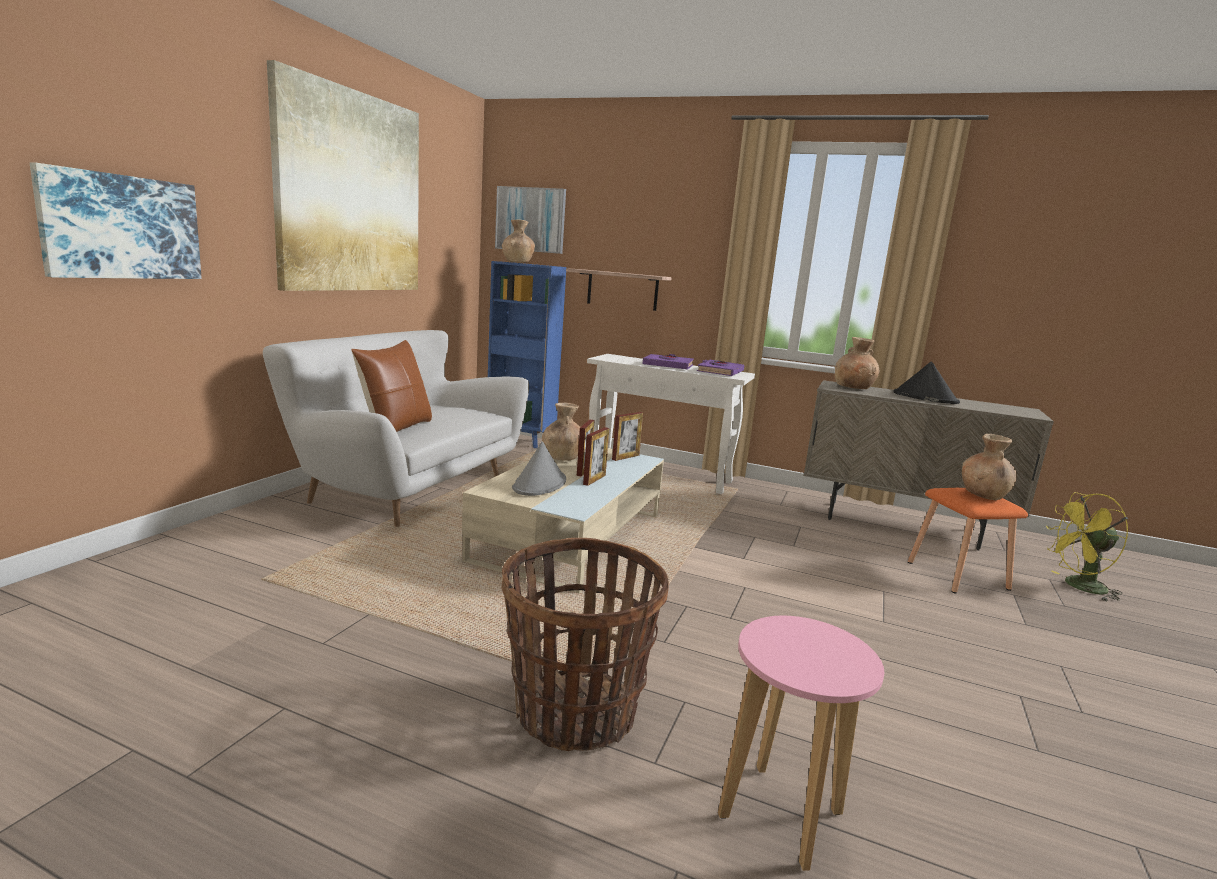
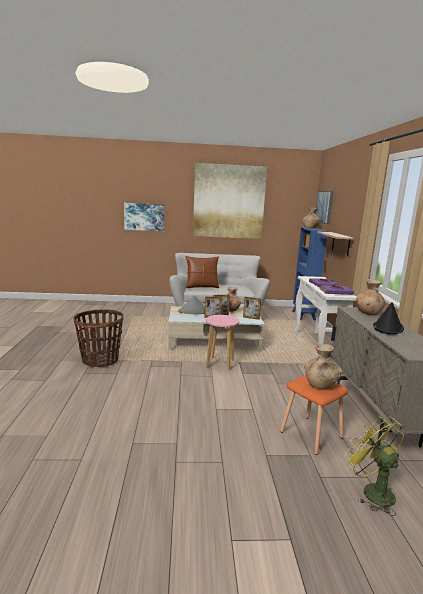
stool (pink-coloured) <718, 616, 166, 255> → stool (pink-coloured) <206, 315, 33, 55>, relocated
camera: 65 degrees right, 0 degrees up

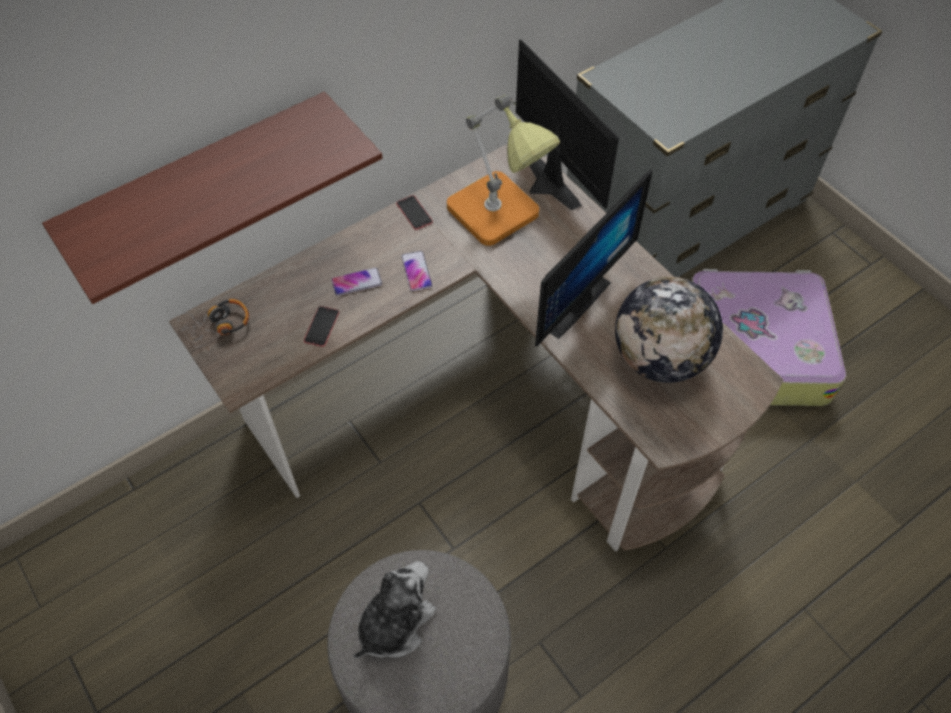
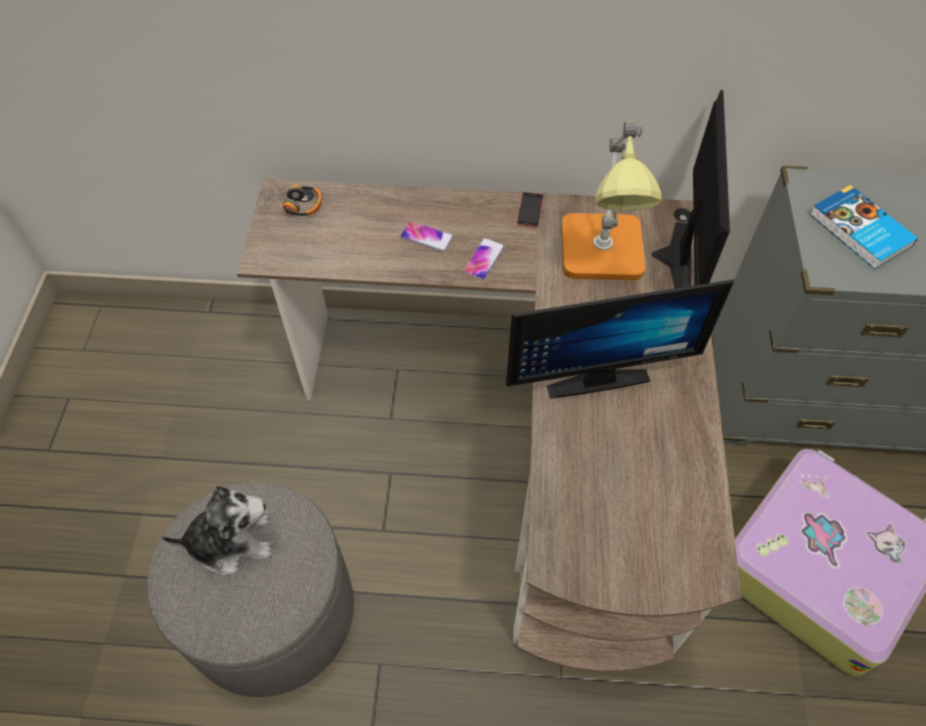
- → book <809, 185, 109, 84>
shelf <42, 92, 341, 212> → -
handset <304, 306, 35, 41> → -
globe <615, 277, 108, 106> → -
camera: 40 degrees right, 0 degrees up

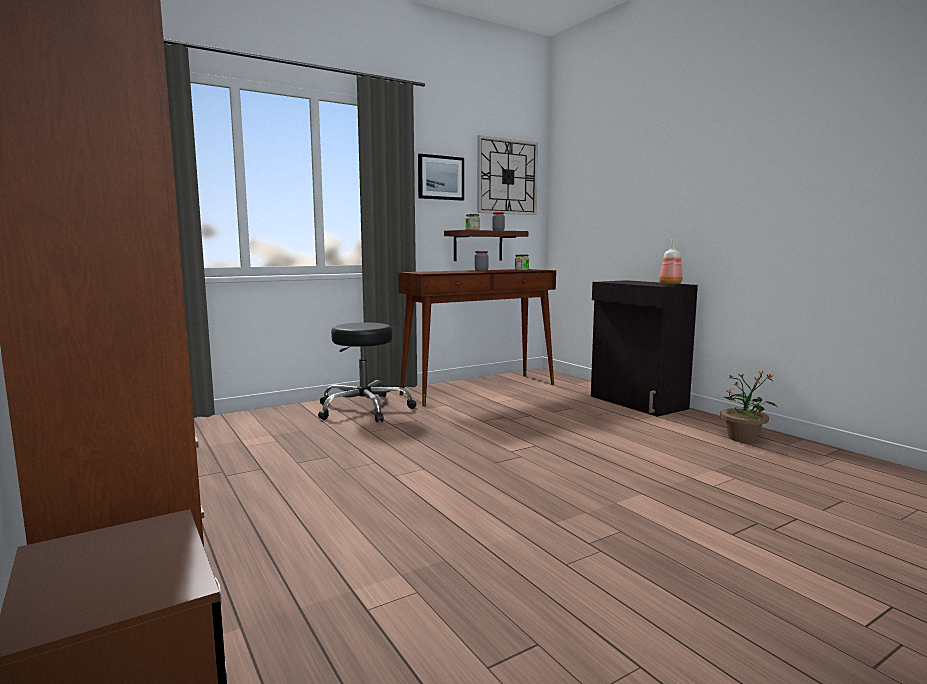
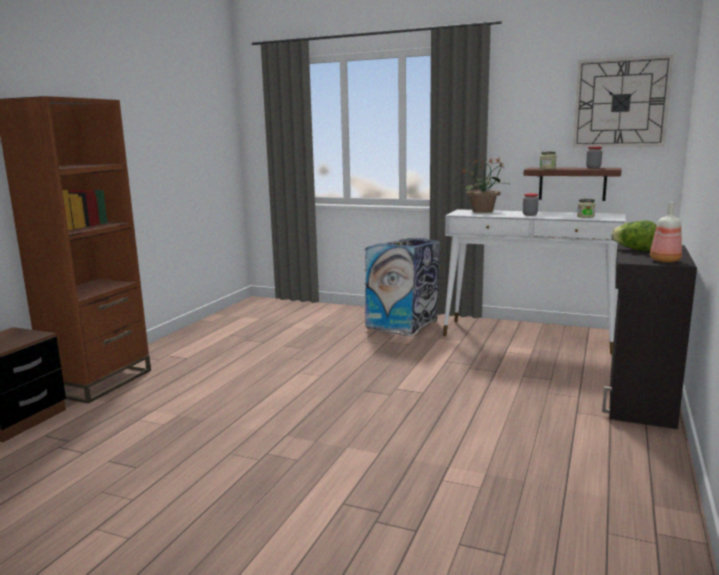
stool (black) <318, 323, 99, 99> → waste bin <365, 238, 75, 98>
console table (brown-coloured) <398, 269, 158, 137> → console table (white) <443, 209, 183, 145>
potted plant <720, 371, 58, 72> → potted plant <460, 158, 49, 55>, relocated
- → lettuce <611, 221, 46, 30>
wall picture <418, 154, 46, 47> → -
camera: 55 degrees right, 5 degrees up

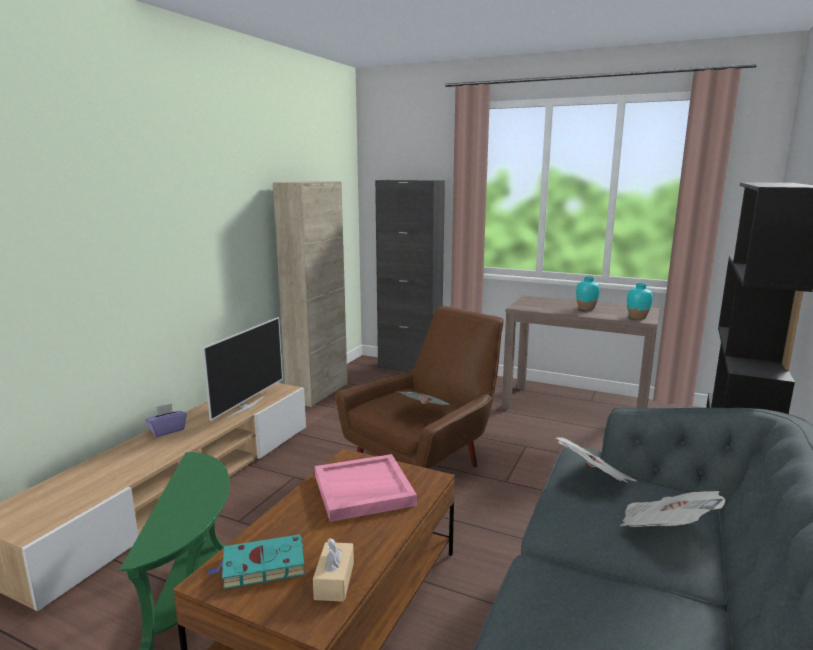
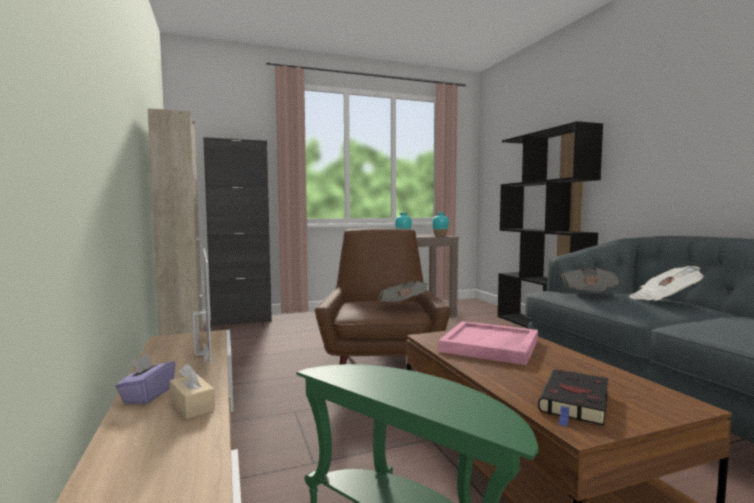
box of tissues (beige) <313, 538, 41, 64> → box of tissues (beige) <170, 364, 45, 55>, relocated
book (blue-green) <208, 534, 97, 55> → book (black) <538, 369, 70, 58>
camera: 45 degrees left, 10 degrees down

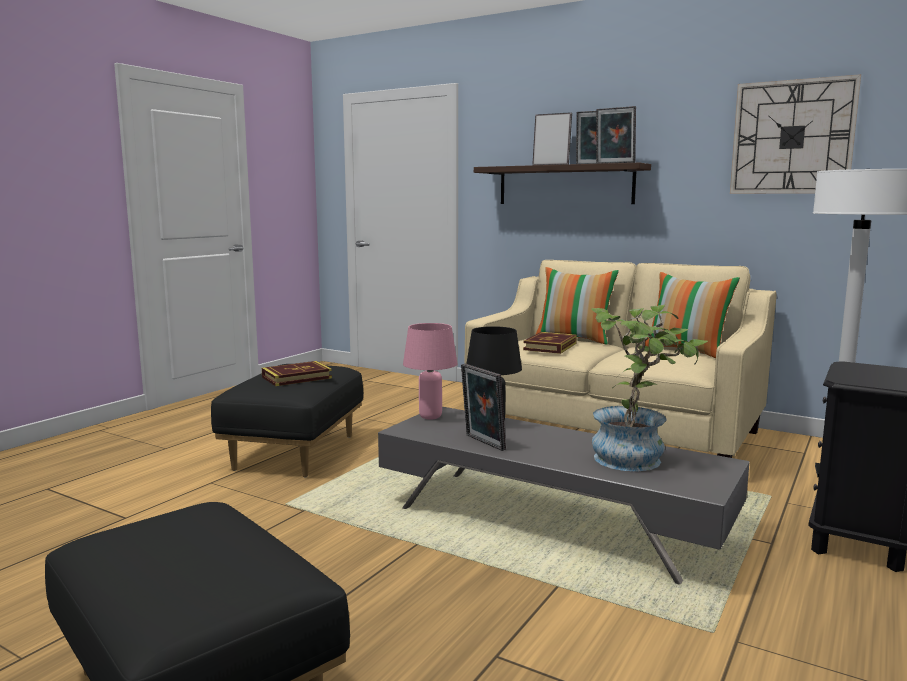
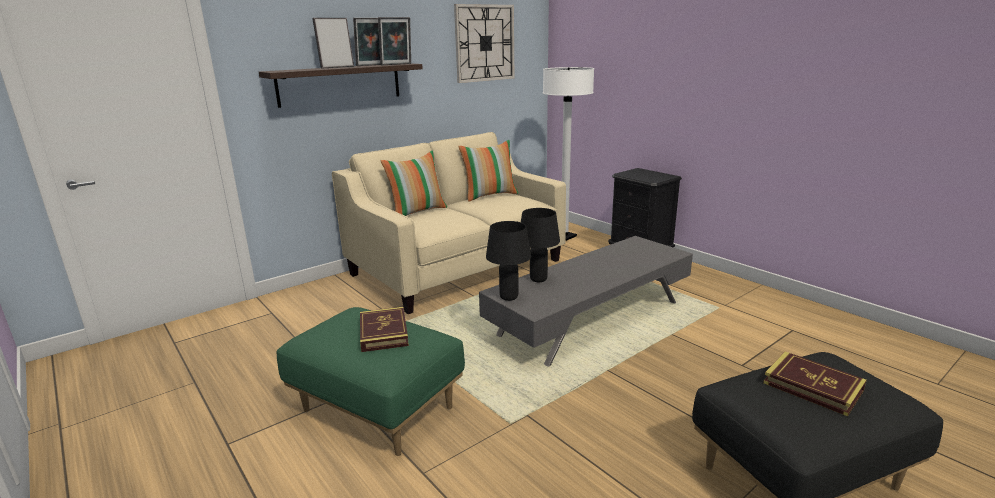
ottoman (black) <211, 364, 152, 113> → ottoman (greenish) <277, 307, 188, 149>
table lamp (pink-coloured) <403, 323, 55, 97> → table lamp (black) <486, 221, 45, 80>
book <523, 332, 54, 22> → book <763, 352, 104, 64>, relocated
photo frame <461, 364, 45, 87> → -
potted plant <591, 305, 117, 166> → -
camera: 70 degrees left, 10 degrees up

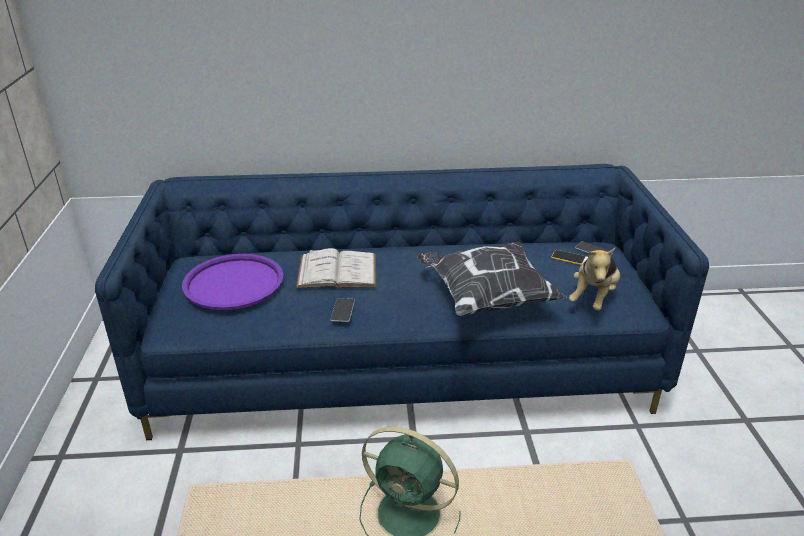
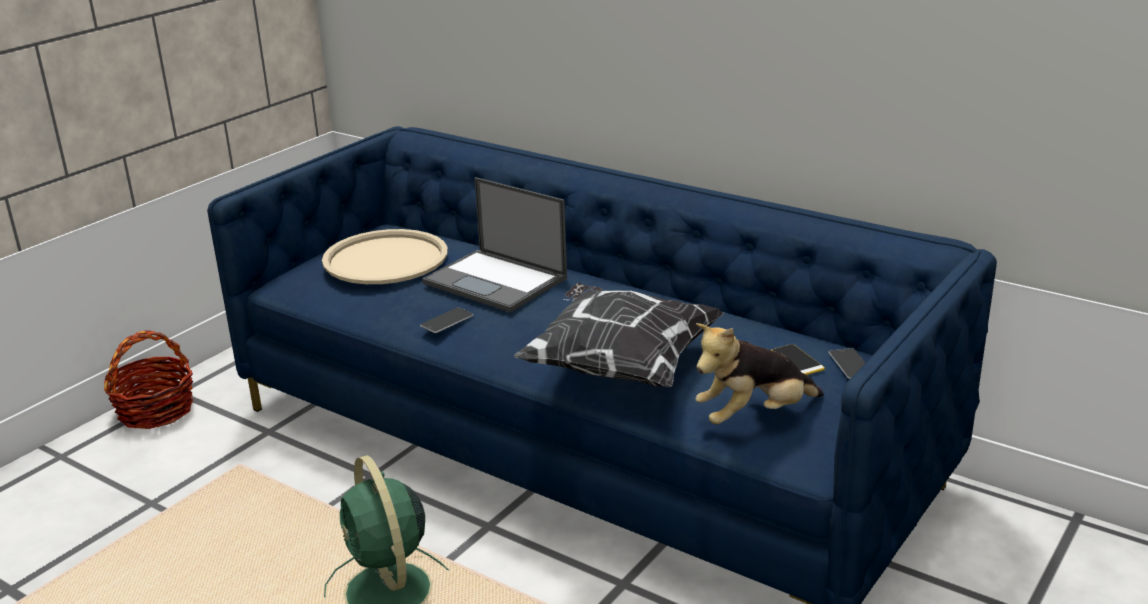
- → storage basket <104, 331, 89, 98>
serving tray (purplish) <182, 254, 102, 56> → serving tray (beige) <322, 229, 126, 55>
book (white) <296, 248, 80, 40> → portable computer <422, 177, 145, 135>
camera: 40 degrees right, 5 degrees down

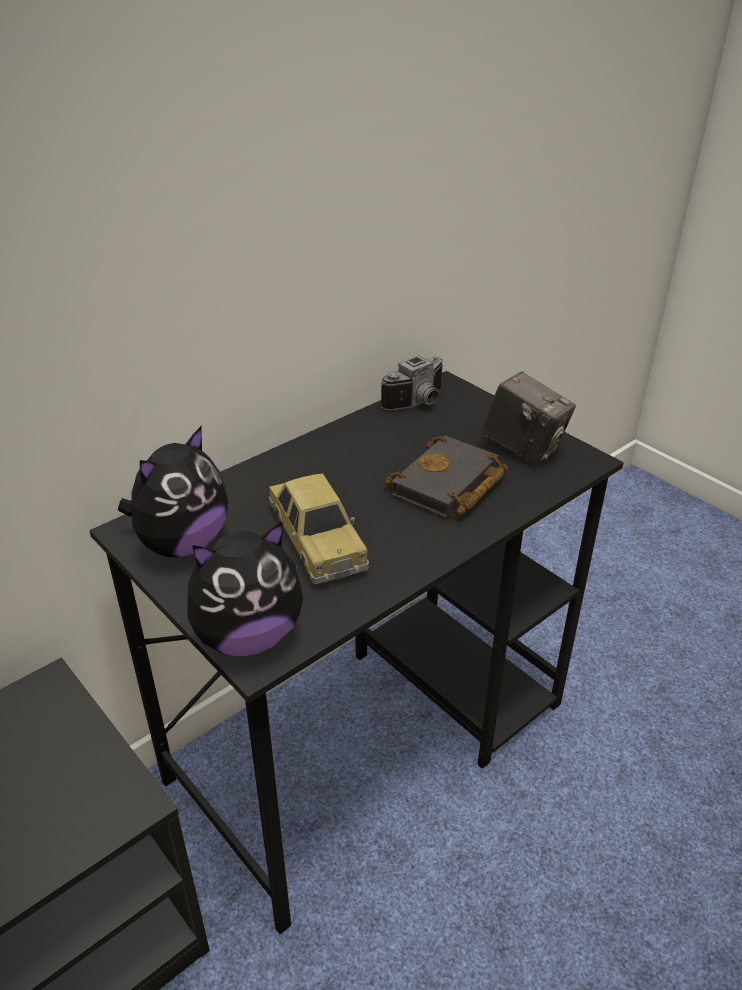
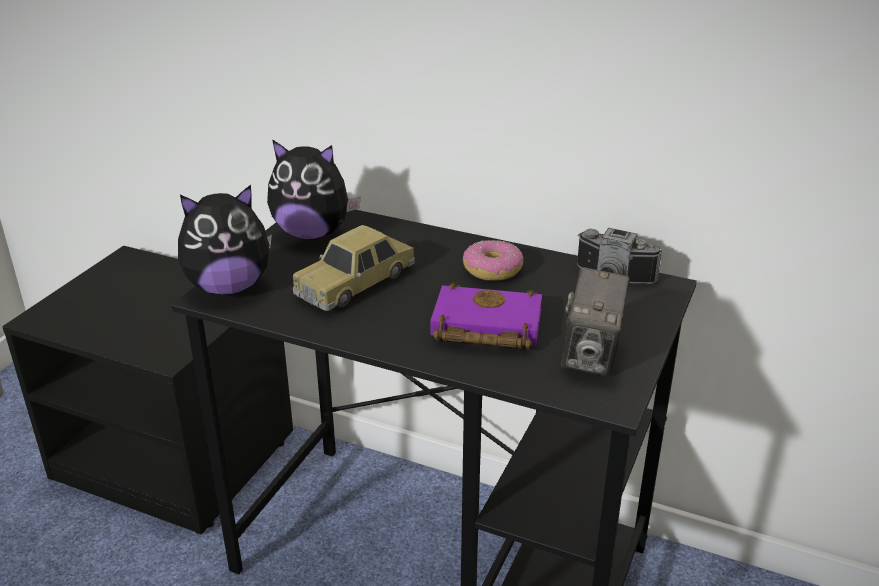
soft toy <187, 521, 116, 135> → soft toy <178, 185, 94, 110>, 60 degrees counterclockwise
book (black) <384, 436, 124, 82> → book (purplish) <431, 283, 111, 67>
- → doughnut <463, 240, 61, 41>
camera: 65 degrees right, 5 degrees down

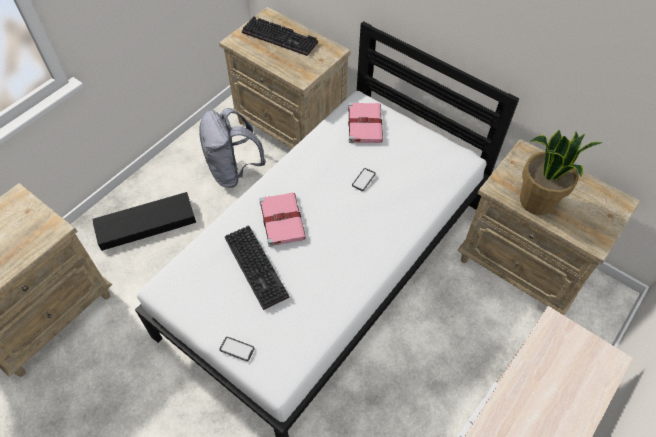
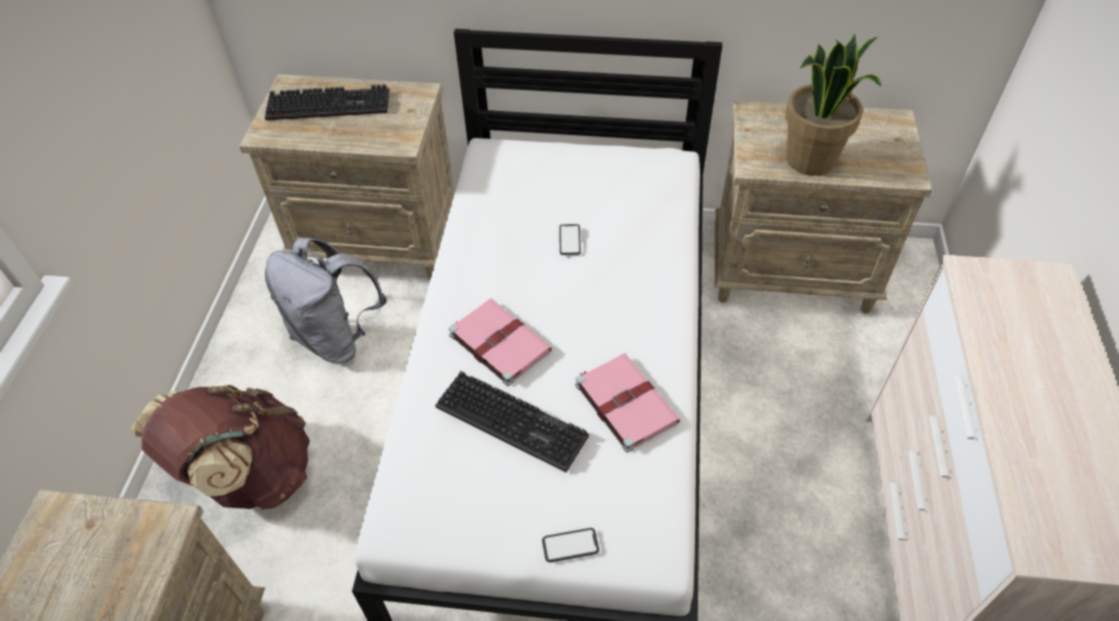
storage box (black) <93, 192, 103, 59> → knapsack (brown-coloured) <130, 385, 180, 124>
book (pink-coloured) <348, 103, 35, 40> → book (pink-coloured) <575, 353, 105, 100>, relocated
camera: 30 degrees left, 5 degrees down

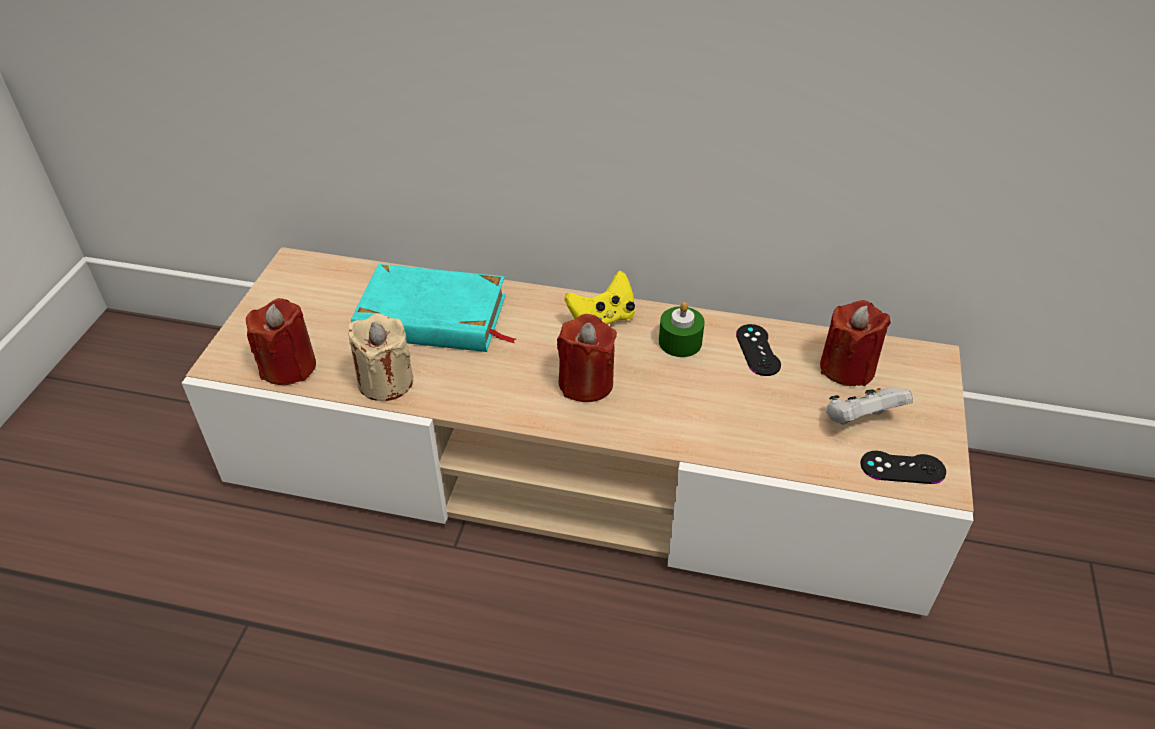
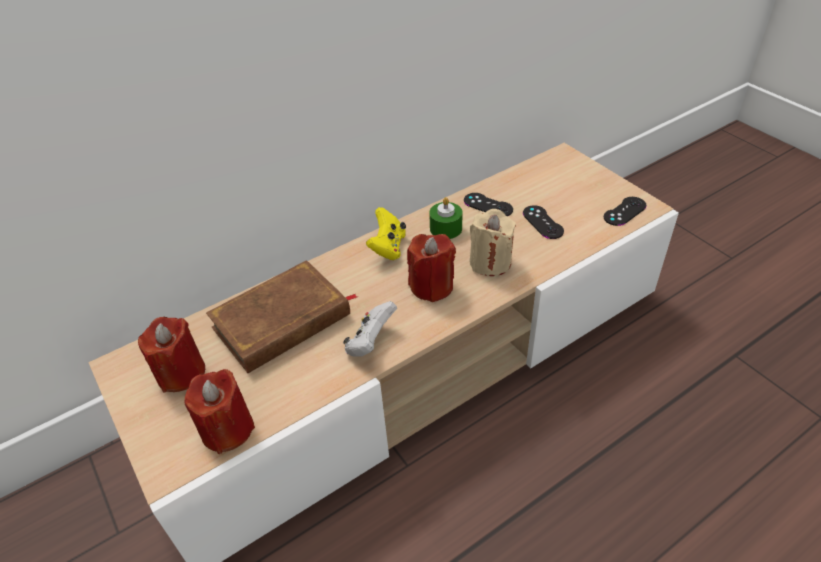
candle (red-coloured) <820, 300, 71, 86> → candle (red-coloured) <138, 317, 67, 75>, relocated
book (blue-green) <351, 264, 165, 88> → book (brown-coloured) <206, 260, 152, 113>
gamepad (white) <826, 388, 87, 37> → gamepad (white) <343, 301, 54, 56>, relocated
candle (beige) <348, 314, 65, 87> → candle (beige) <469, 209, 47, 67>, relocated
- → gamepad (black) <523, 205, 41, 34>
camera: 45 degrees left, 0 degrees up

